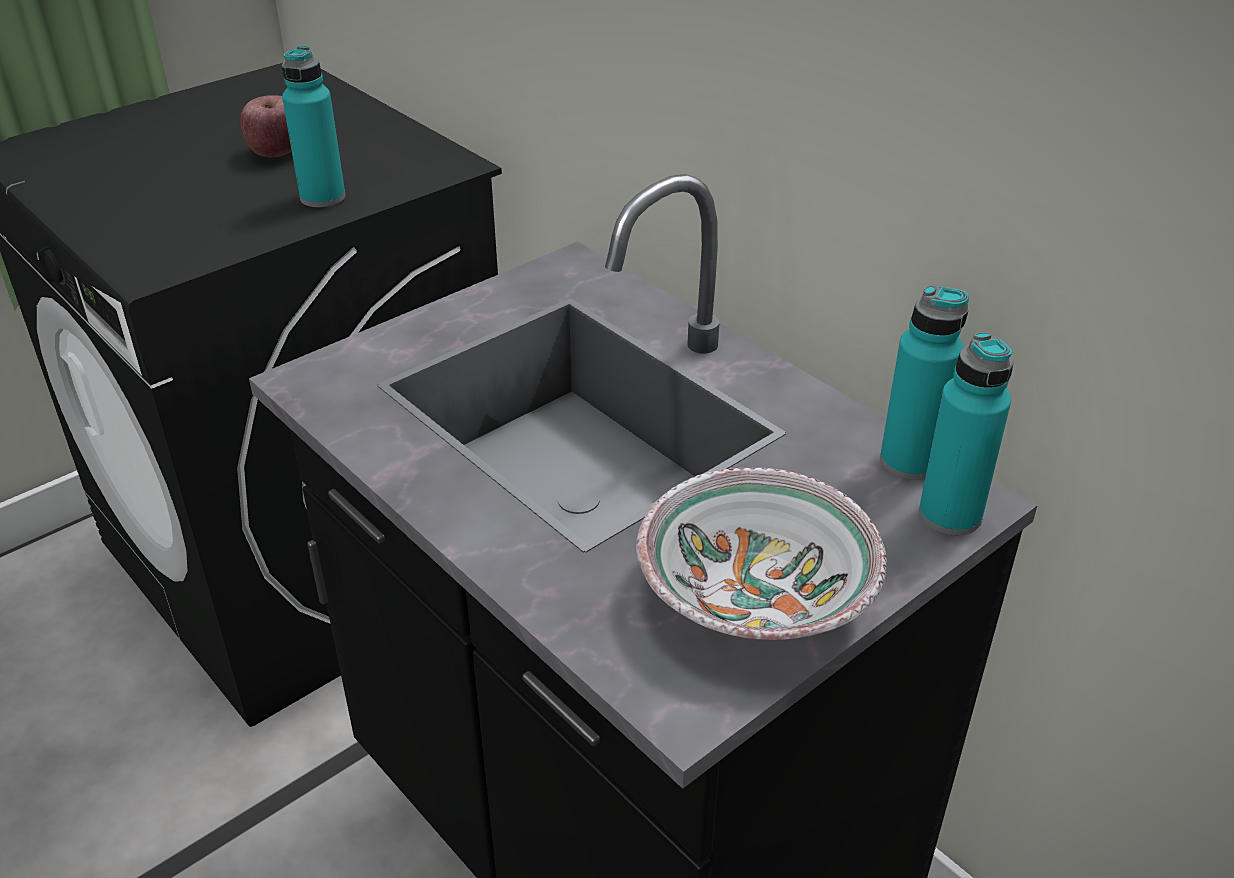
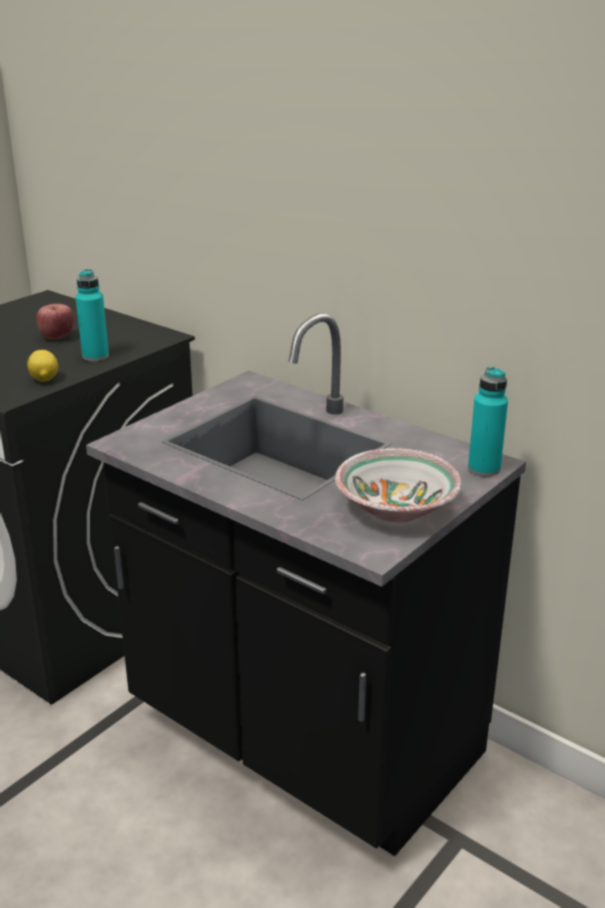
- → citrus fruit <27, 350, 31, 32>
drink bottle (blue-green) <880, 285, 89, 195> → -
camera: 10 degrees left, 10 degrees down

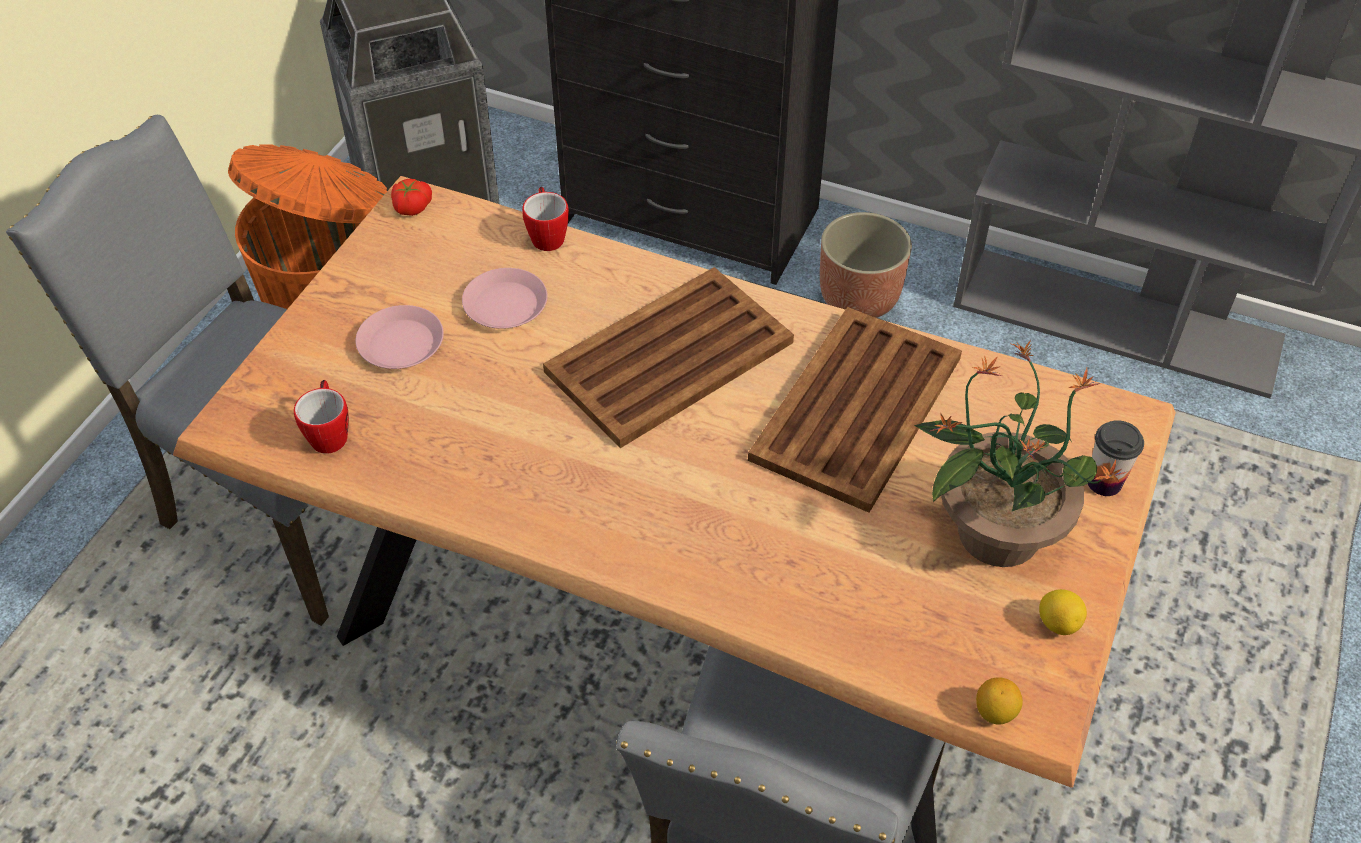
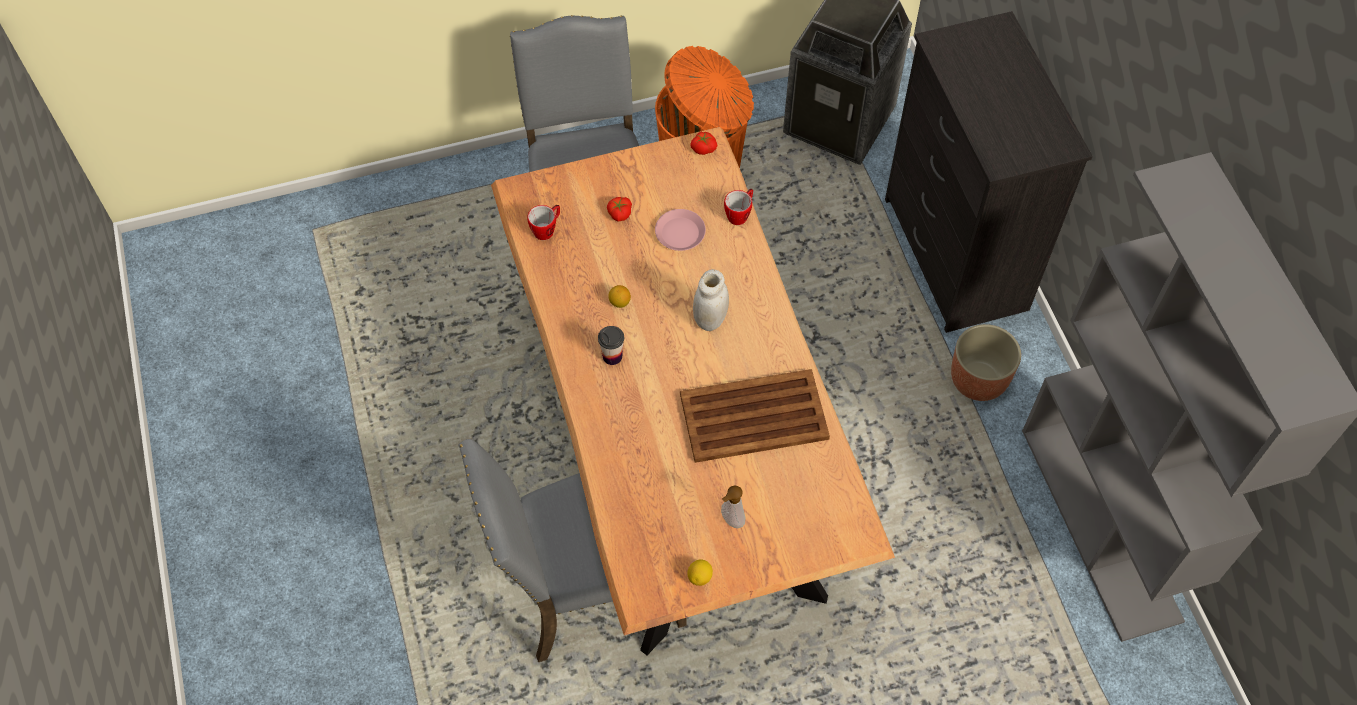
drinking cup <1088, 420, 56, 76> → drinking cup <598, 326, 26, 39>, relocated
plate (pink-coloured) <355, 305, 89, 64> → fresh tomato <607, 197, 25, 25>
citrus fruit <976, 677, 47, 48> → citrus fruit <608, 285, 23, 23>, relocated
serving tray (brown-coloured) <543, 267, 251, 181> → jar (white) <693, 269, 36, 62>
potted plant <914, 340, 212, 227> → soap bottle <721, 485, 25, 43>
camera: 50 degrees right, 10 degrees up

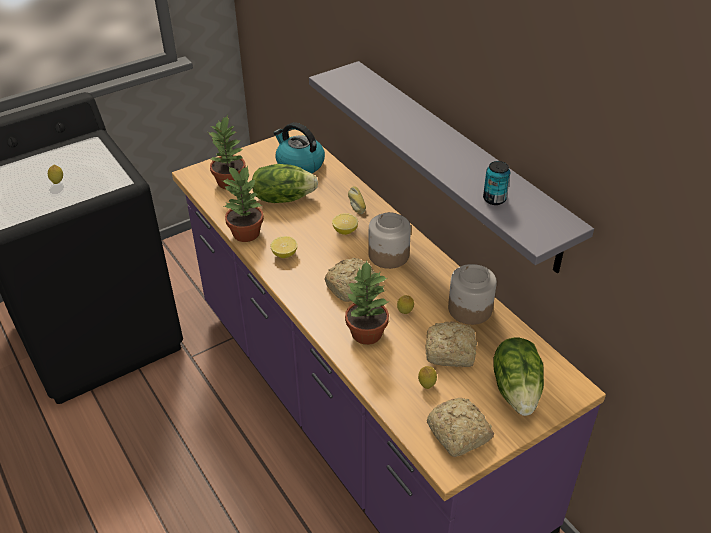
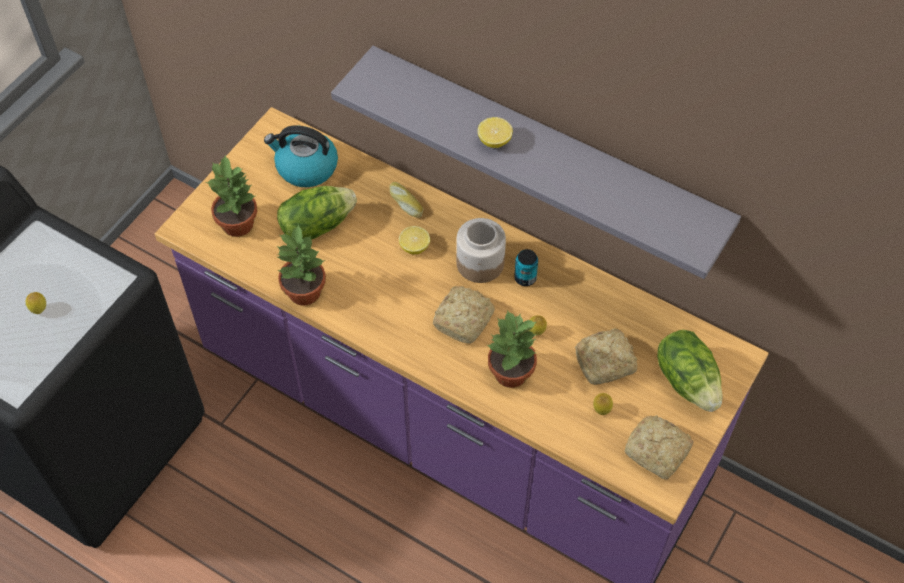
citrus fruit <271, 236, 27, 22> → citrus fruit <478, 117, 35, 31>, relocated
sealed can <483, 161, 28, 44> → sealed can <514, 249, 24, 37>, relocated
jar <448, 264, 49, 61> → -
camera: 25 degrees left, 15 degrees up

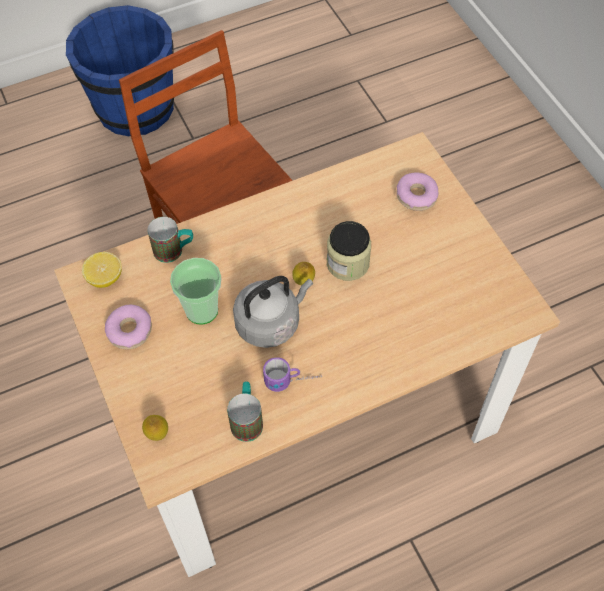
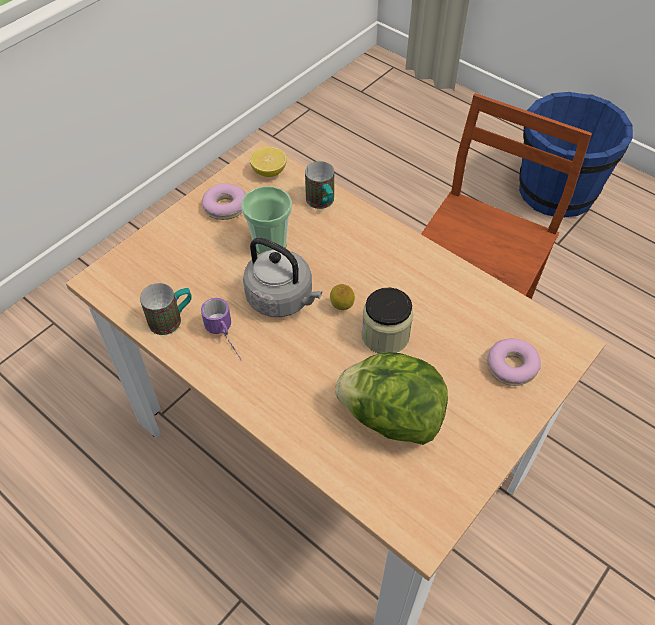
- → lettuce <335, 352, 113, 93>
citrus fruit <142, 415, 26, 26> → -
camera: 65 degrees right, 5 degrees down

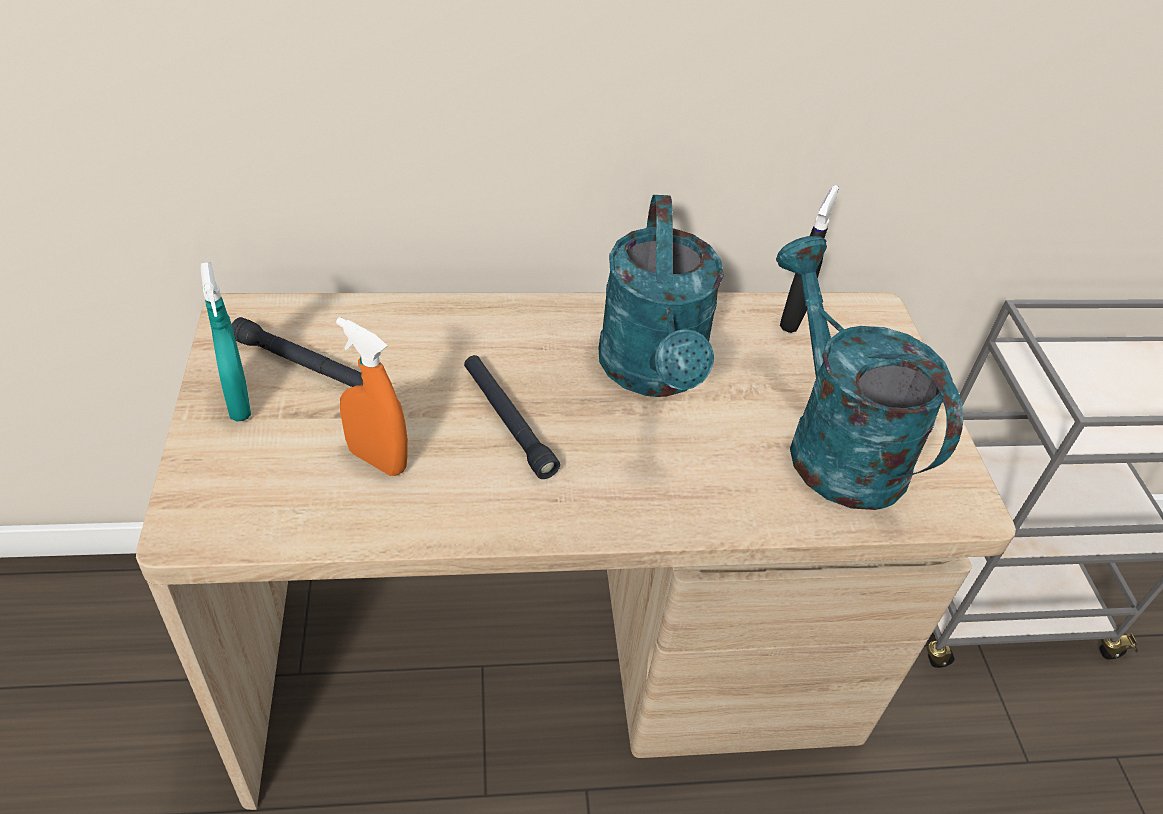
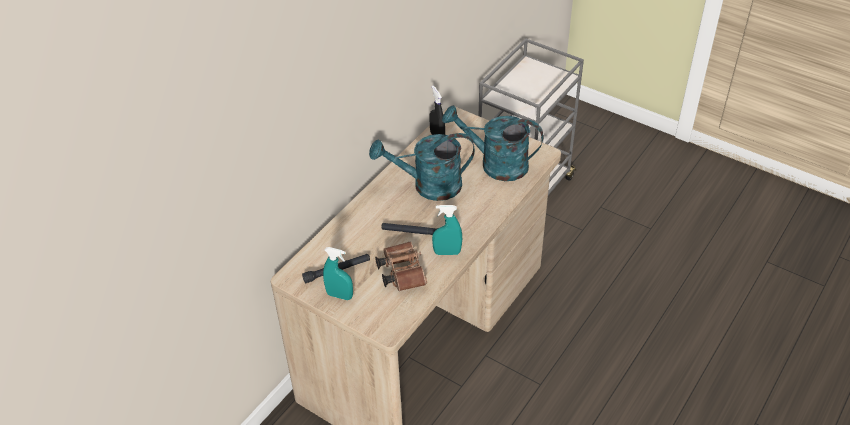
watering pot (blue-green) <598, 195, 126, 202> → watering pot (blue-green) <369, 133, 106, 68>, 135 degrees clockwise
hand sprayer (orangey) <336, 317, 72, 159> → binoculars (brown-coloured) <375, 241, 52, 50>
- → hand sprayer (blue-green) <432, 205, 30, 50>
camera: 45 degrees left, 0 degrees up

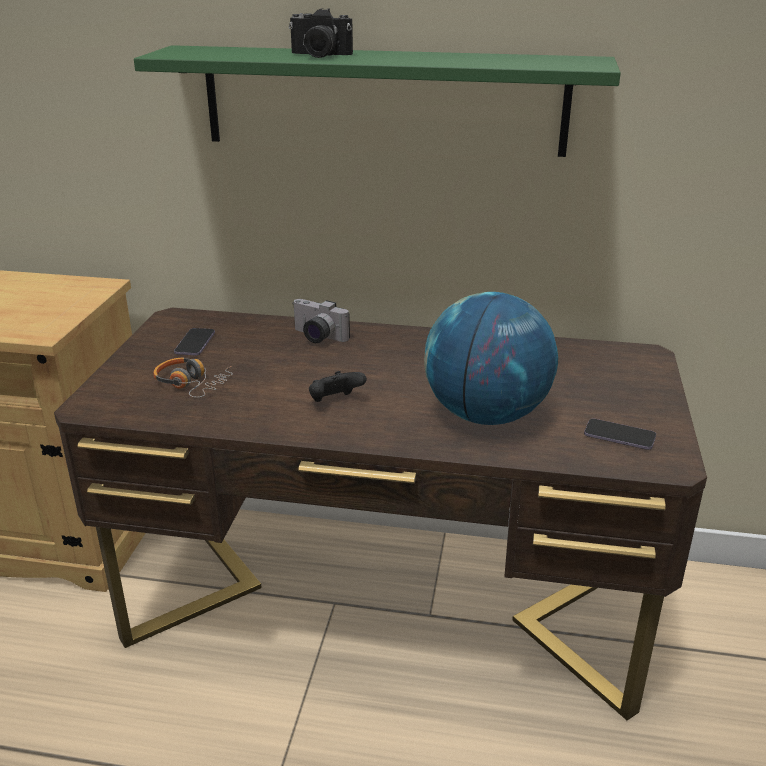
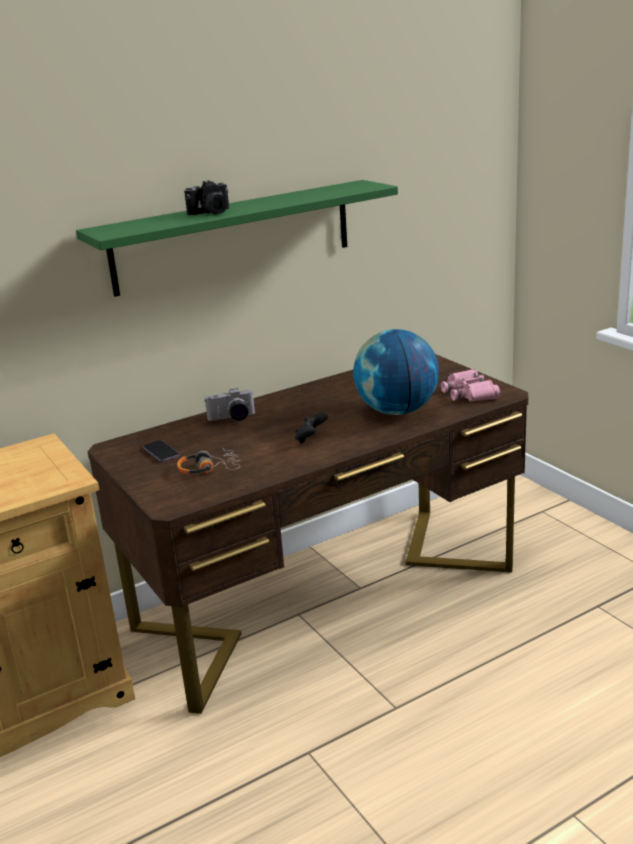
handset <584, 419, 72, 31> → binoculars (pink-coloured) <441, 369, 59, 33>
camera: 40 degrees left, 5 degrees down

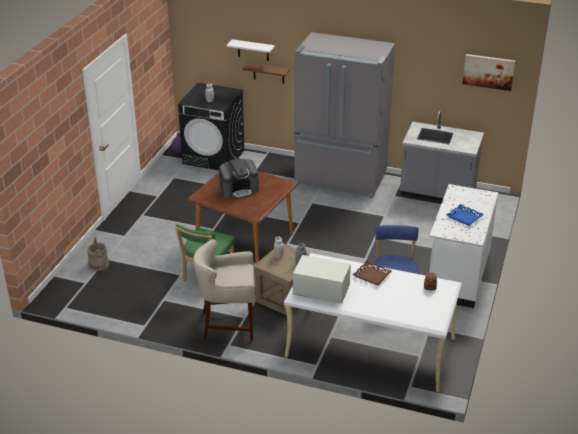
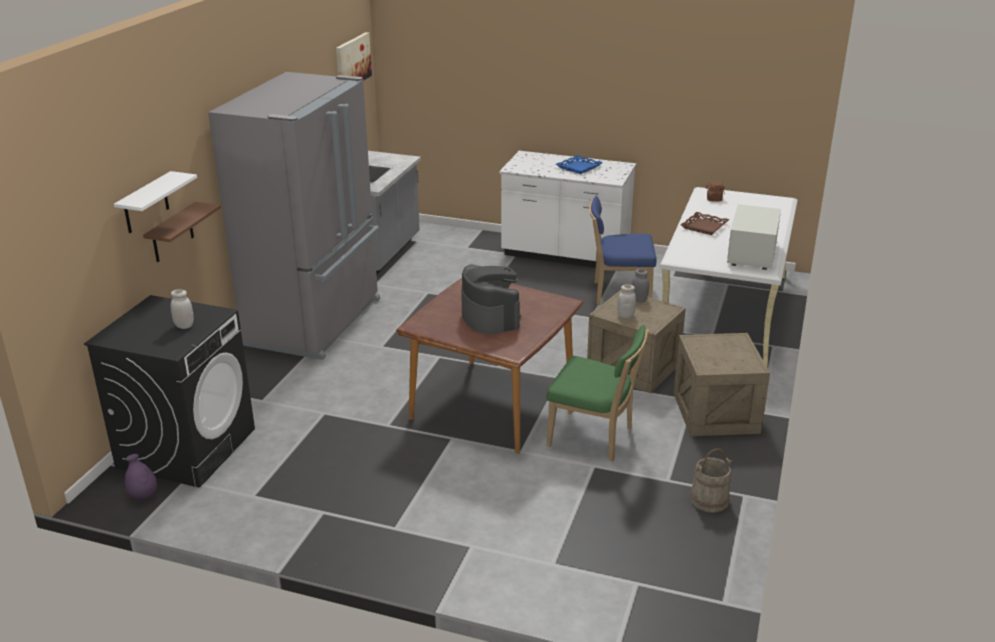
stool (beige) <194, 239, 61, 102> → crate <674, 333, 96, 103>
pail (beige) <88, 237, 21, 34> → pail (beige) <690, 449, 42, 64>, relocated
camera: 90 degrees left, 5 degrees down

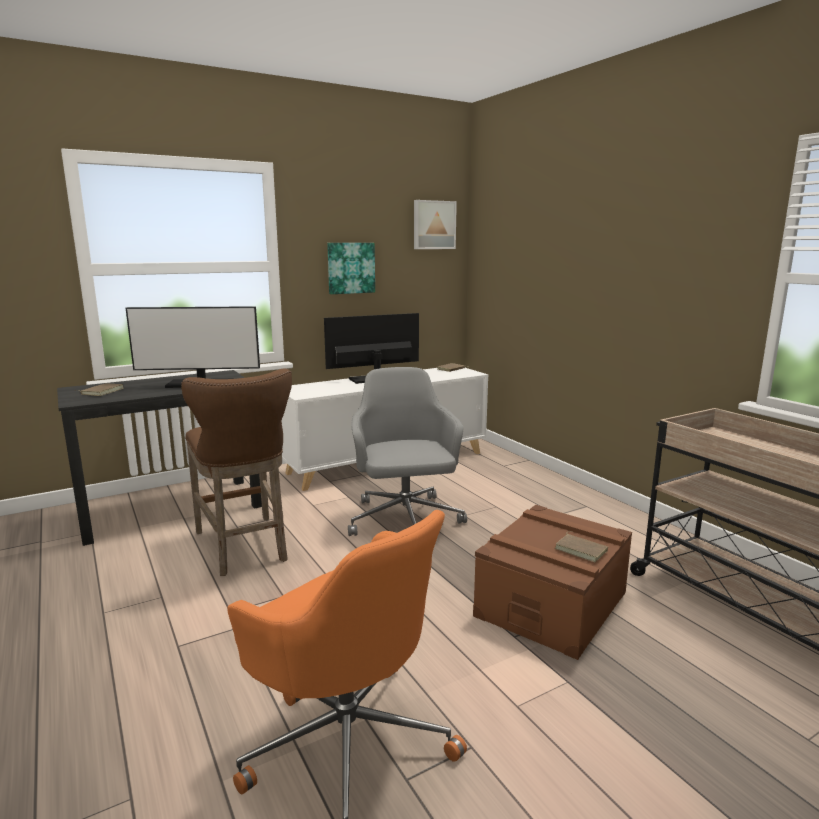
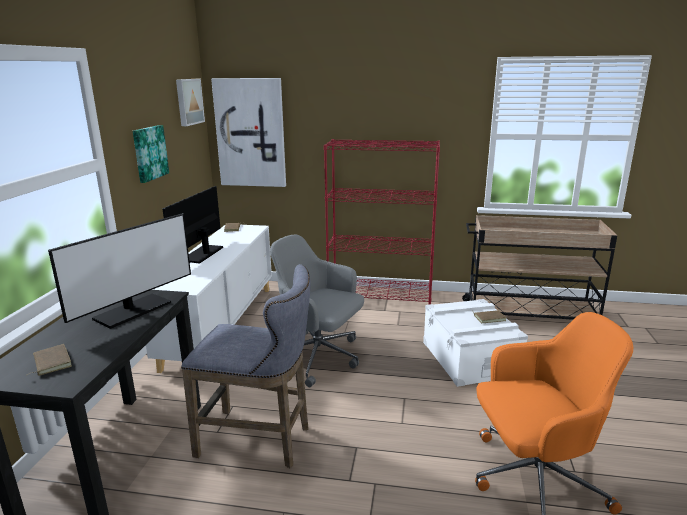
stool (brown-coloured) <181, 369, 111, 207> → stool (grey) <181, 264, 130, 204>
- → wall picture <211, 78, 75, 109>
- → bookshelf (red-coloured) <324, 139, 116, 166>
storage box (brown-coloured) <473, 505, 159, 155> → storage box (white) <423, 299, 105, 88>
camera: 50 degrees left, 5 degrees up

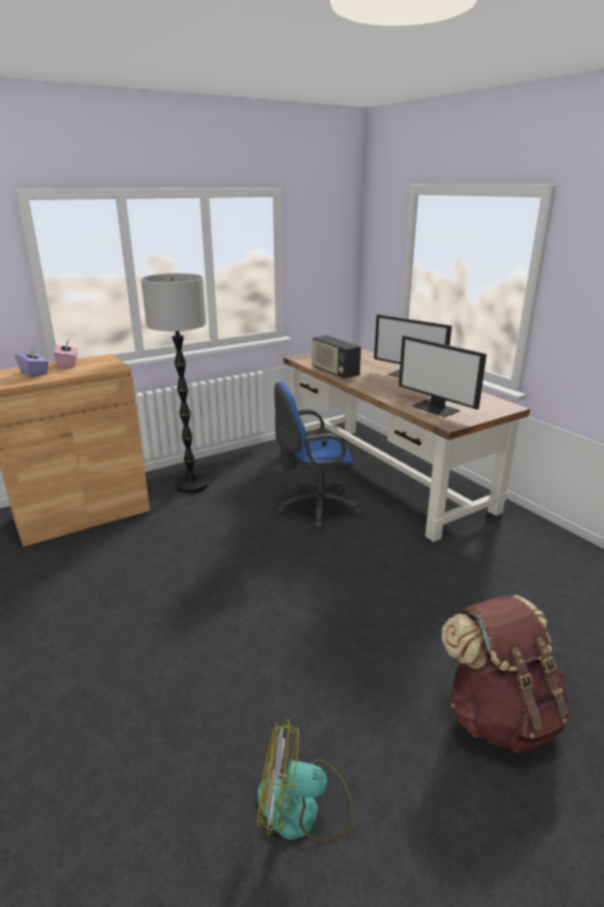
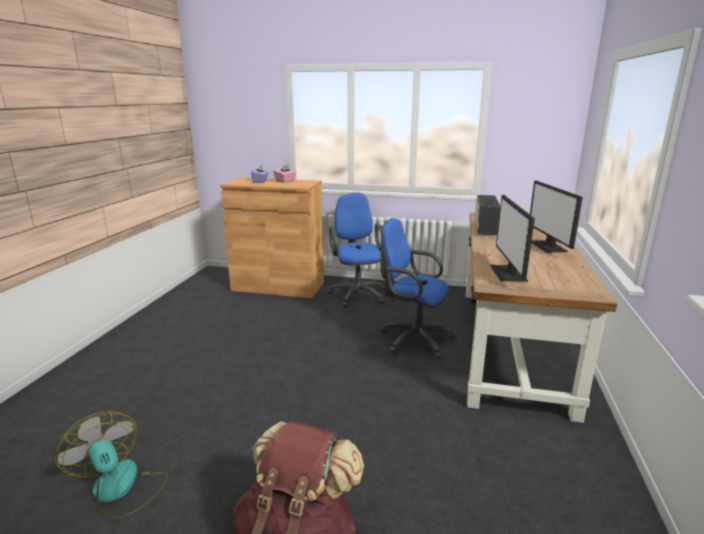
standard lamp <141, 273, 67, 220> → desk chair (blue-coloured) <327, 192, 58, 116>
camera: 45 degrees right, 5 degrees down

